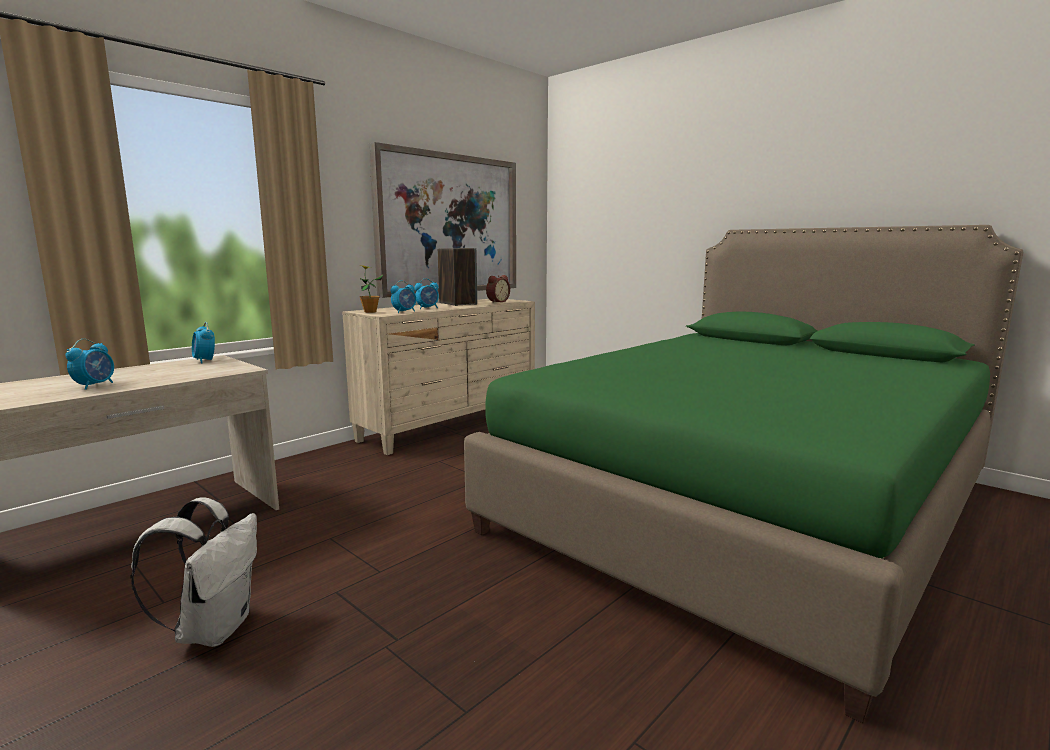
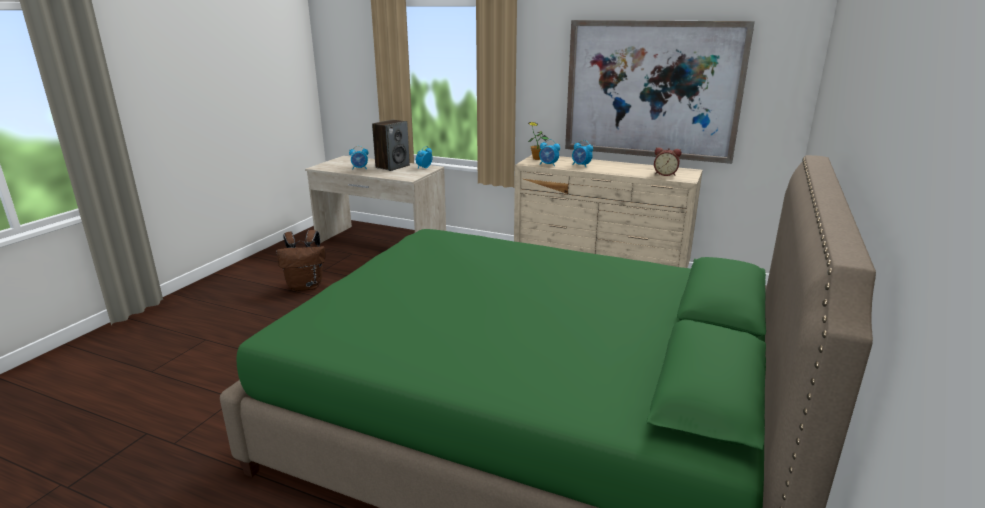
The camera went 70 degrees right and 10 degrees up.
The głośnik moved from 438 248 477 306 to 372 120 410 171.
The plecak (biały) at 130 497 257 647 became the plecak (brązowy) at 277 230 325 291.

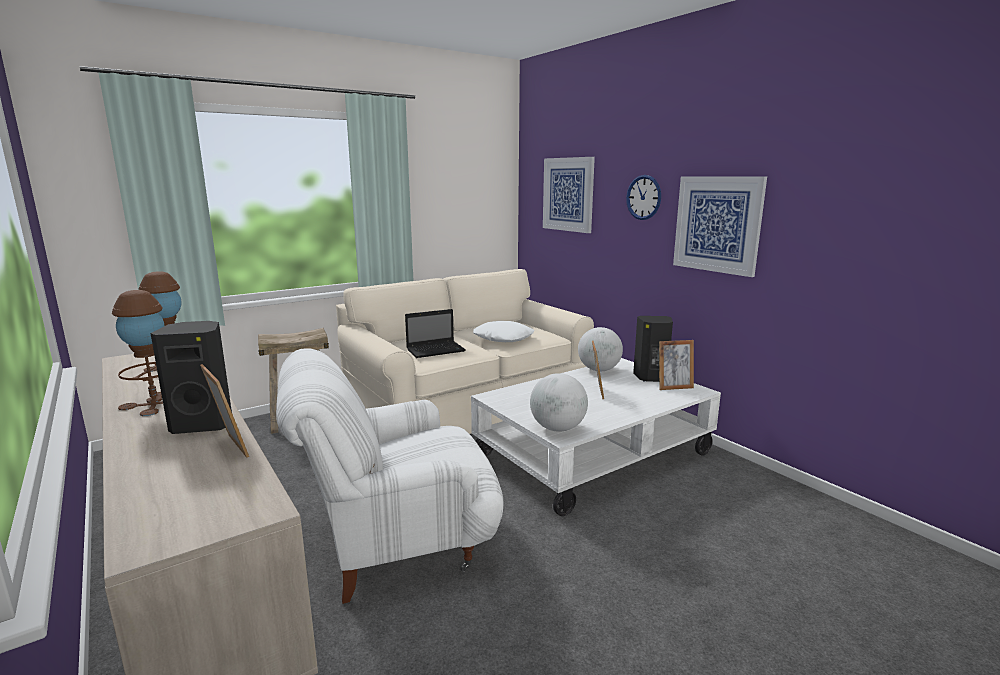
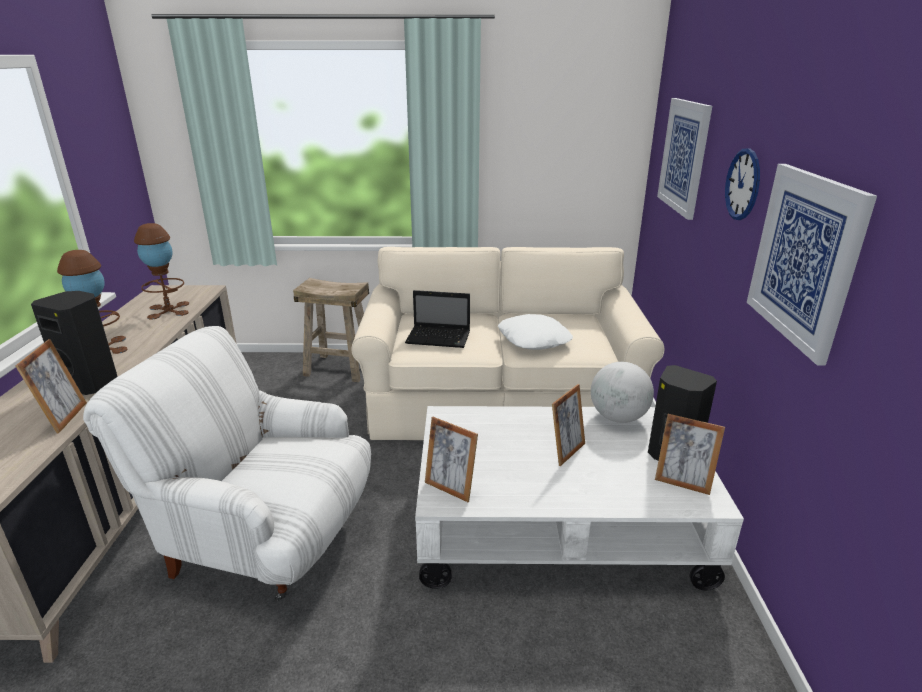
The camera went 35 degrees right and 10 degrees up.
The globus at 530 373 588 432 was replaced by the ramka na zdjęcie at 425 417 478 502.

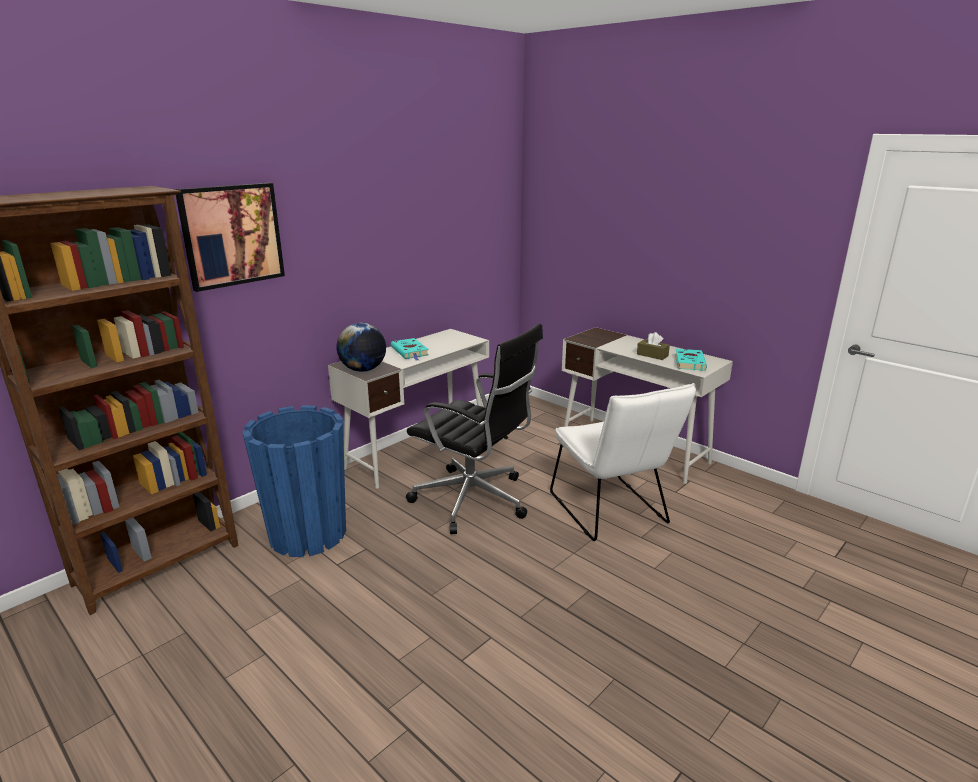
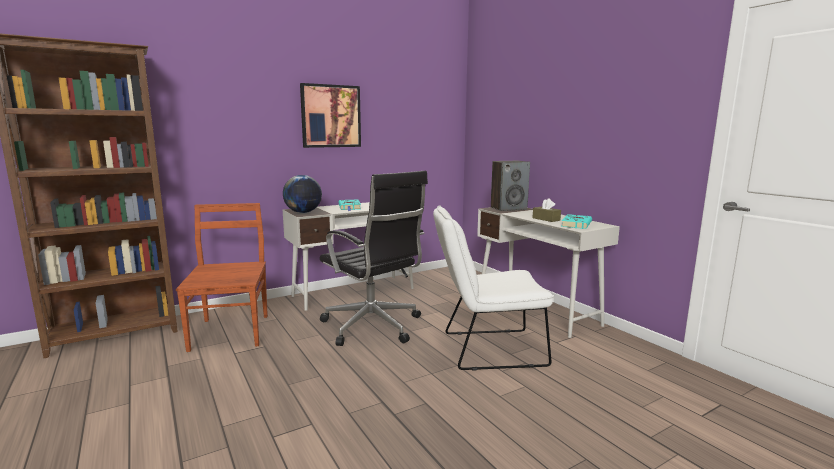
The camera went 15 degrees right and 10 degrees down.
The głośnik at 491 161 530 211 appeared.
The obraz moved from 175 183 285 292 to 300 83 361 148.
The donica (niebieski) at 242 405 346 557 was replaced by the krzesło (brązowy) at 176 203 268 352.
The krzesło (biały) at 550 383 696 541 turned 90 degrees clockwise.

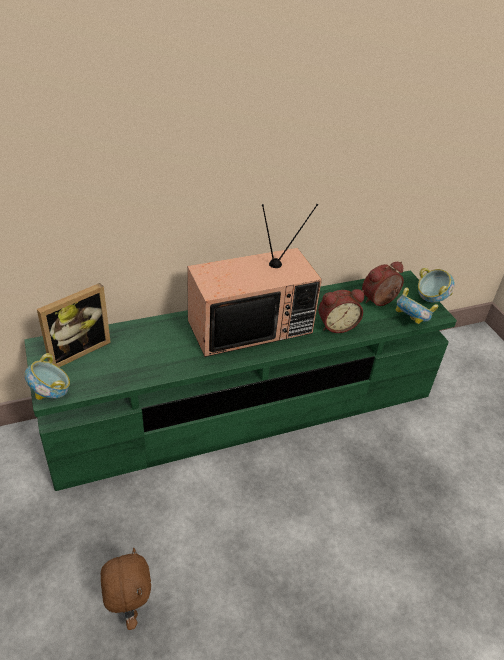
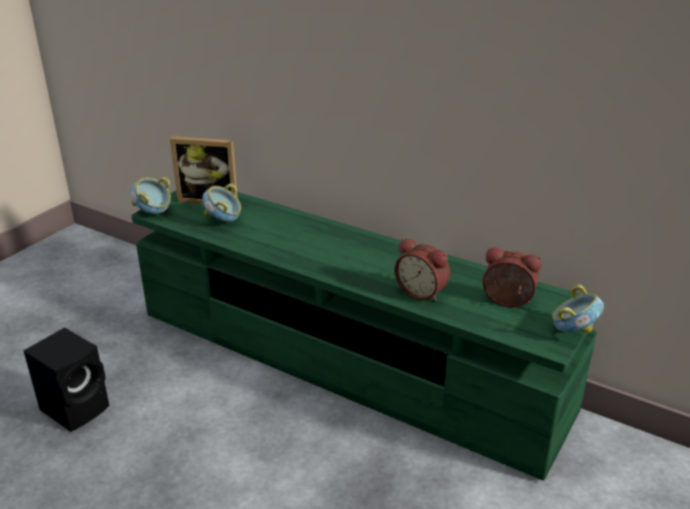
The camera went 55 degrees right and 10 degrees down.
The telewizor at 187 204 322 357 disappeared.
The miska moved from 396 287 438 324 to 202 184 241 222.
The pluszak (brązowy) at 101 548 151 630 was replaced by the głośnik (czarny) at 24 327 109 432.

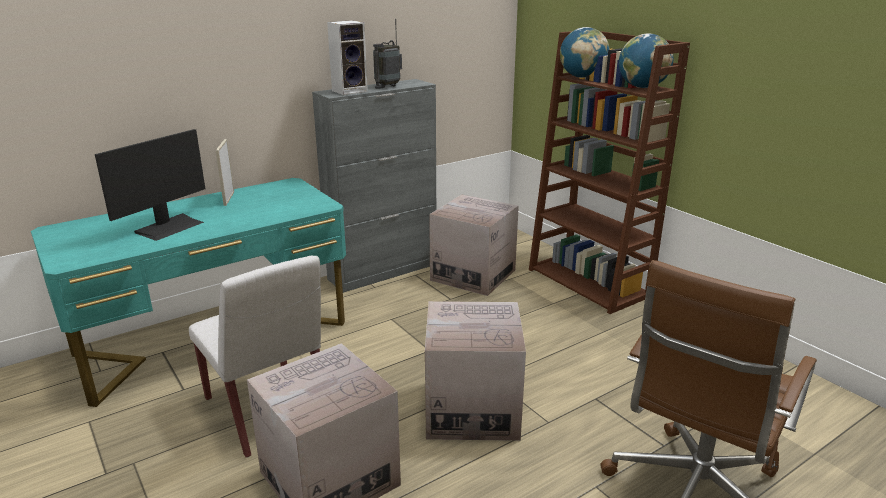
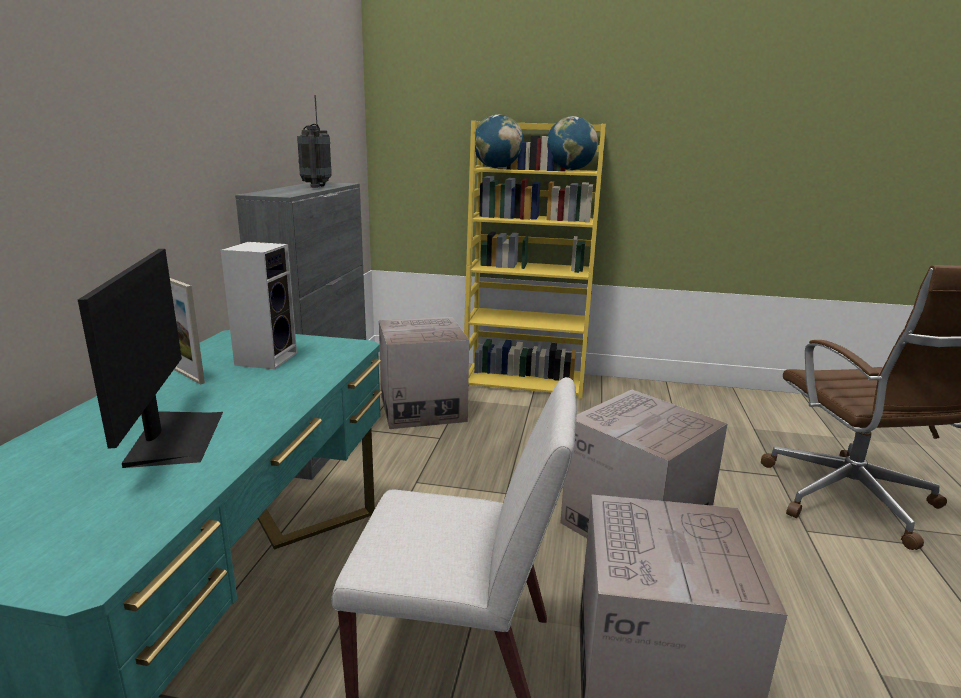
The camera went 45 degrees left and 5 degrees down.
The głośnik moved from 327 20 368 95 to 221 242 297 369.
The regał (brązowy) at 529 31 690 314 became the regał (żółty) at 464 121 606 399.

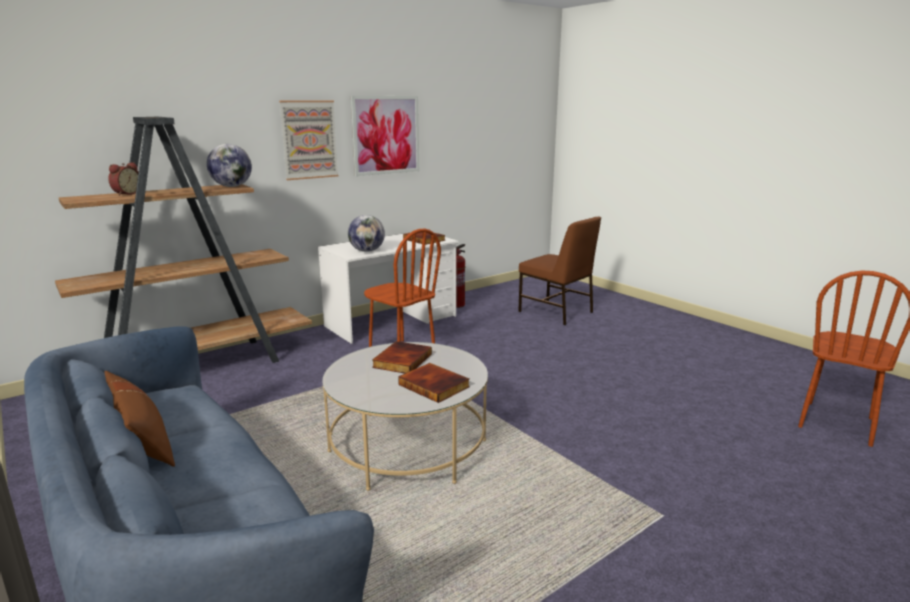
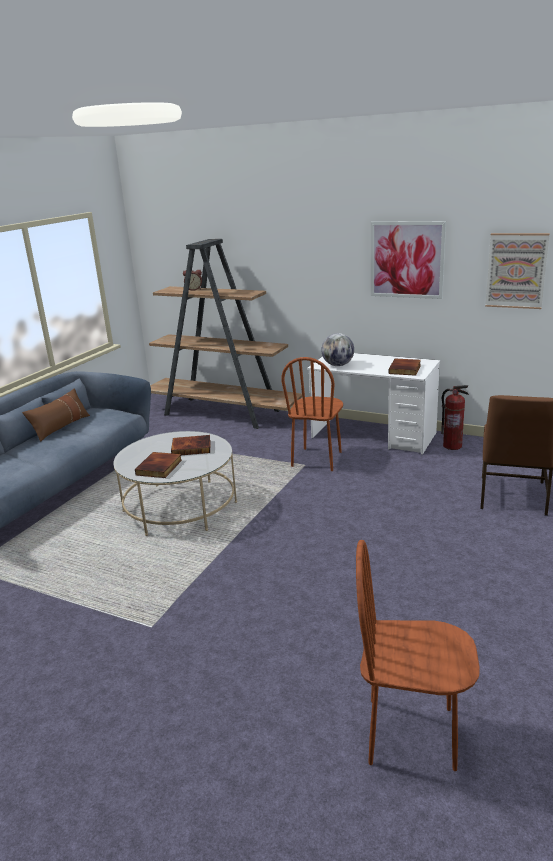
The camera went 65 degrees right and 5 degrees up.
The globus at 207 144 252 187 disappeared.
The obraz moved from 279 101 339 180 to 485 233 550 309.

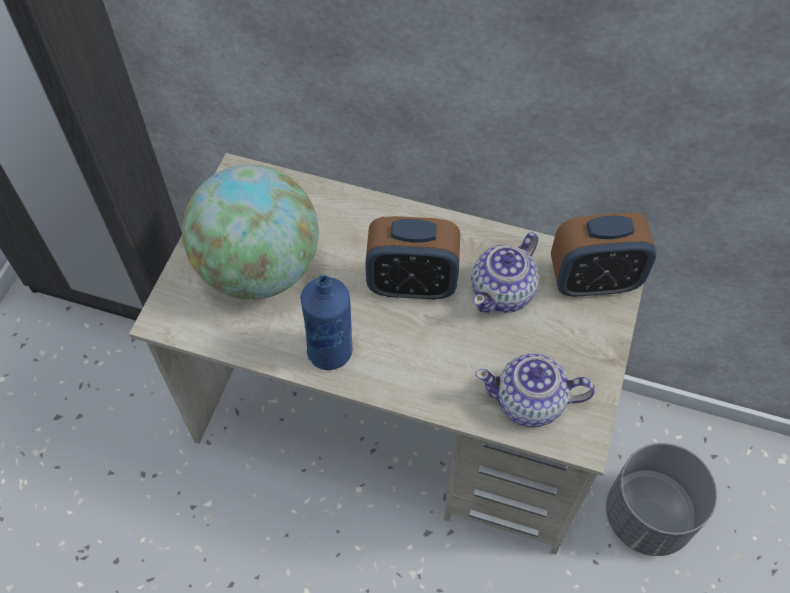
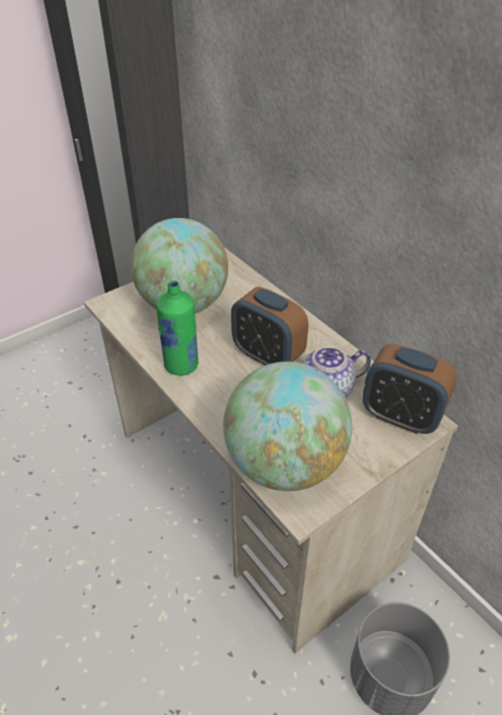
The camera went 35 degrees right and 15 degrees down.
The imbryk at 475 354 595 427 was replaced by the globus at 223 362 352 491.
The butelka (niebieski) at 300 275 352 370 became the butelka (zielony) at 157 281 198 376.

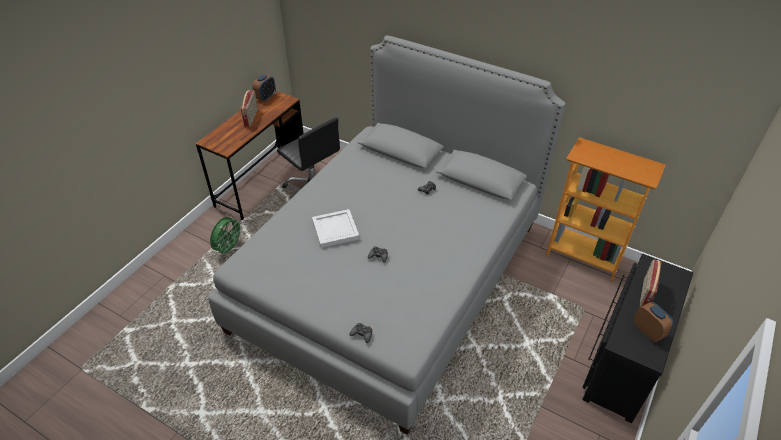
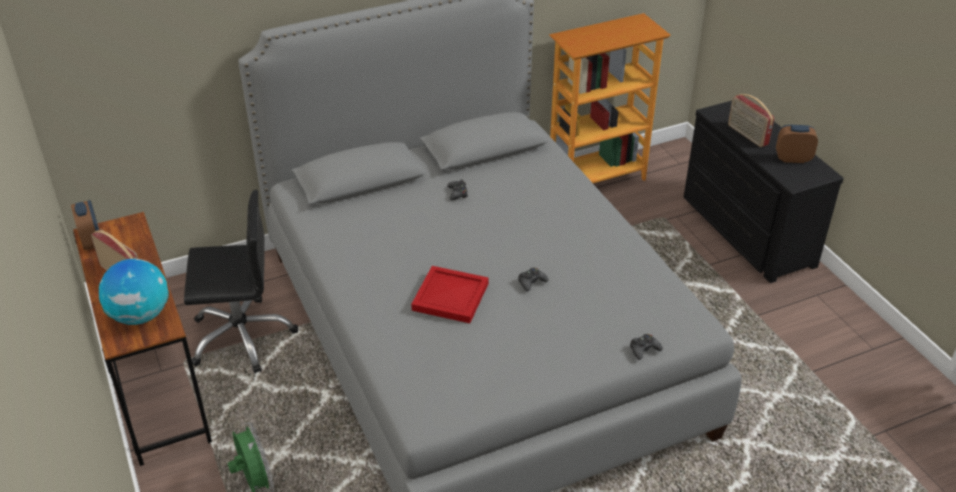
The camera went 55 degrees left and 5 degrees down.
The globus at 99 259 169 325 appeared.
The taca (biały) at 312 209 359 248 became the taca (czerwony) at 411 266 488 323.

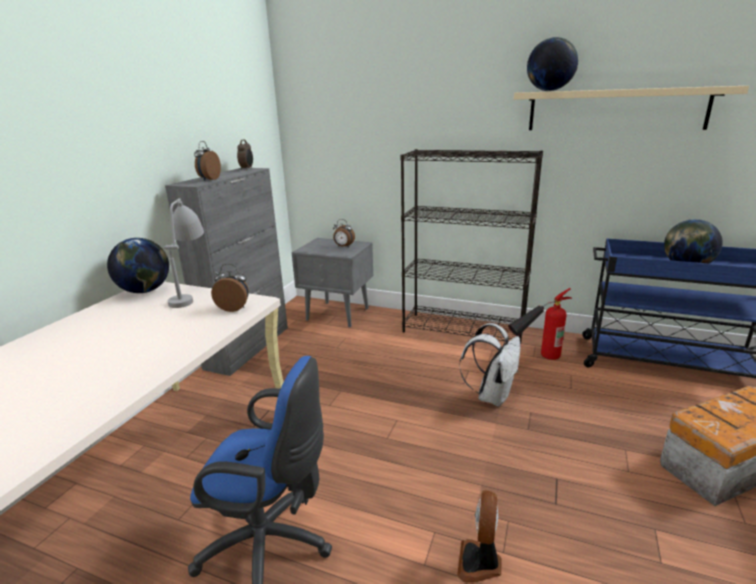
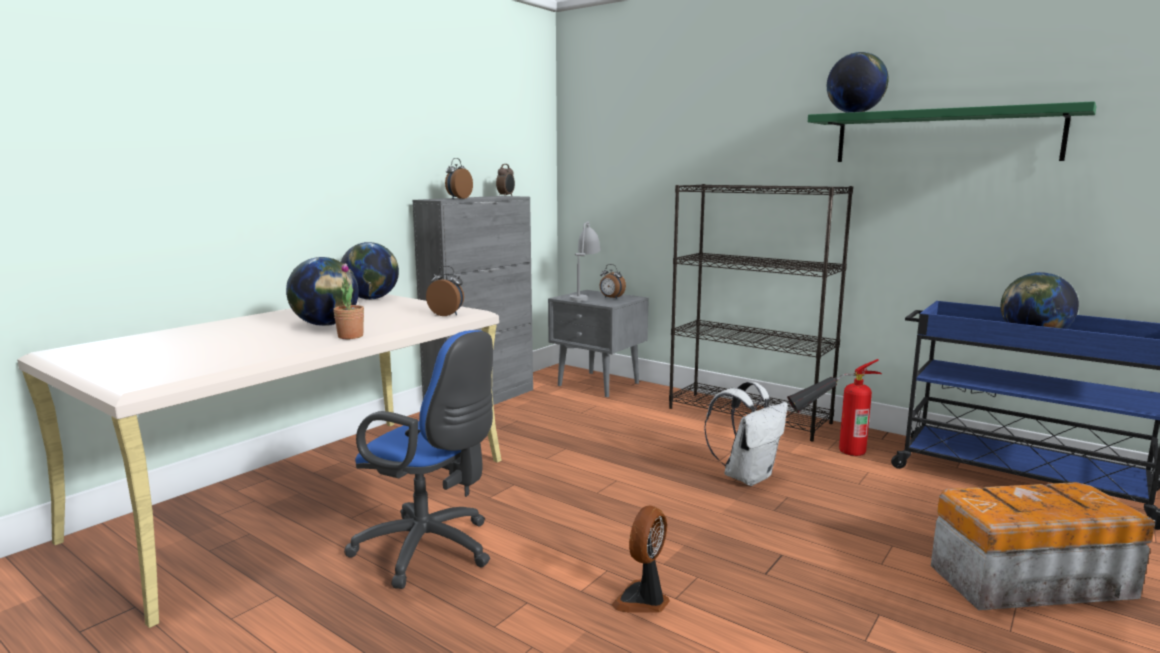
The camera went 15 degrees right and 10 degrees down.
The globus at 286 257 359 326 appeared.
The roślina doniczkowa at 333 263 364 339 appeared.
The lampa stołowa (szary) moved from 164 198 204 308 to 570 221 601 302.
The półka (beżowy) at 514 86 749 130 became the półka (zielony) at 808 101 1096 162.

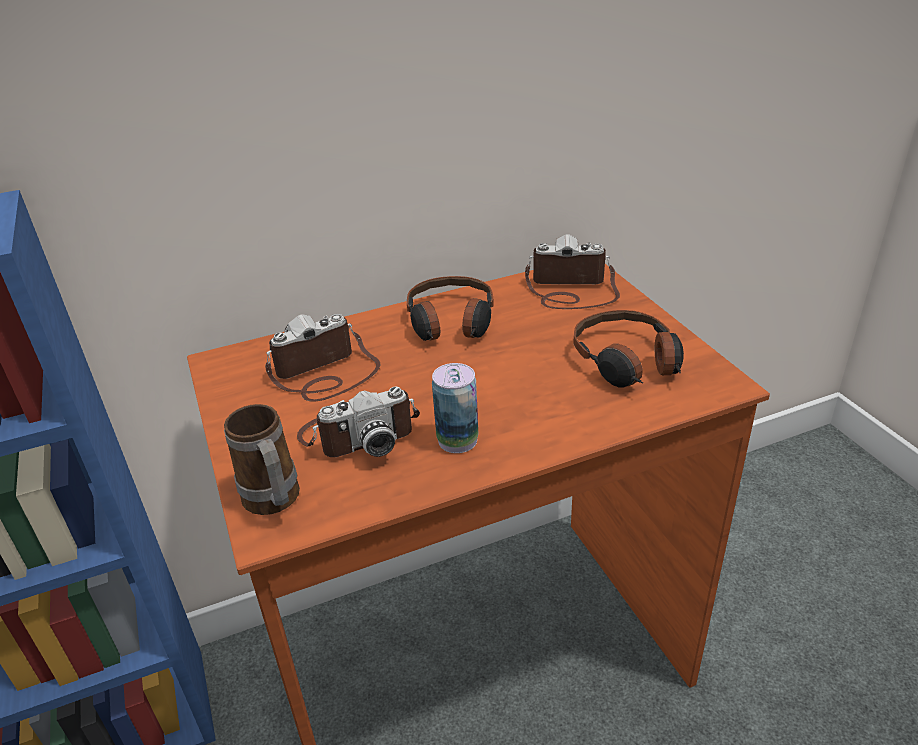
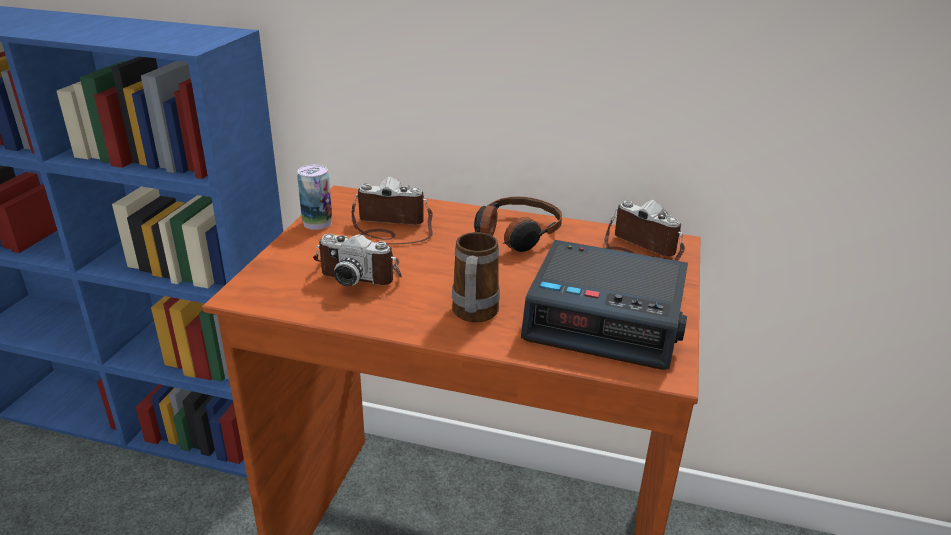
The camera went 35 degrees right and 5 degrees down.
The kubek moved from 224 404 300 515 to 452 232 500 322.
The puszka moved from 432 363 478 453 to 297 165 332 230.
The słuchawki at 573 310 684 388 was replaced by the budzik at 521 240 688 370.

